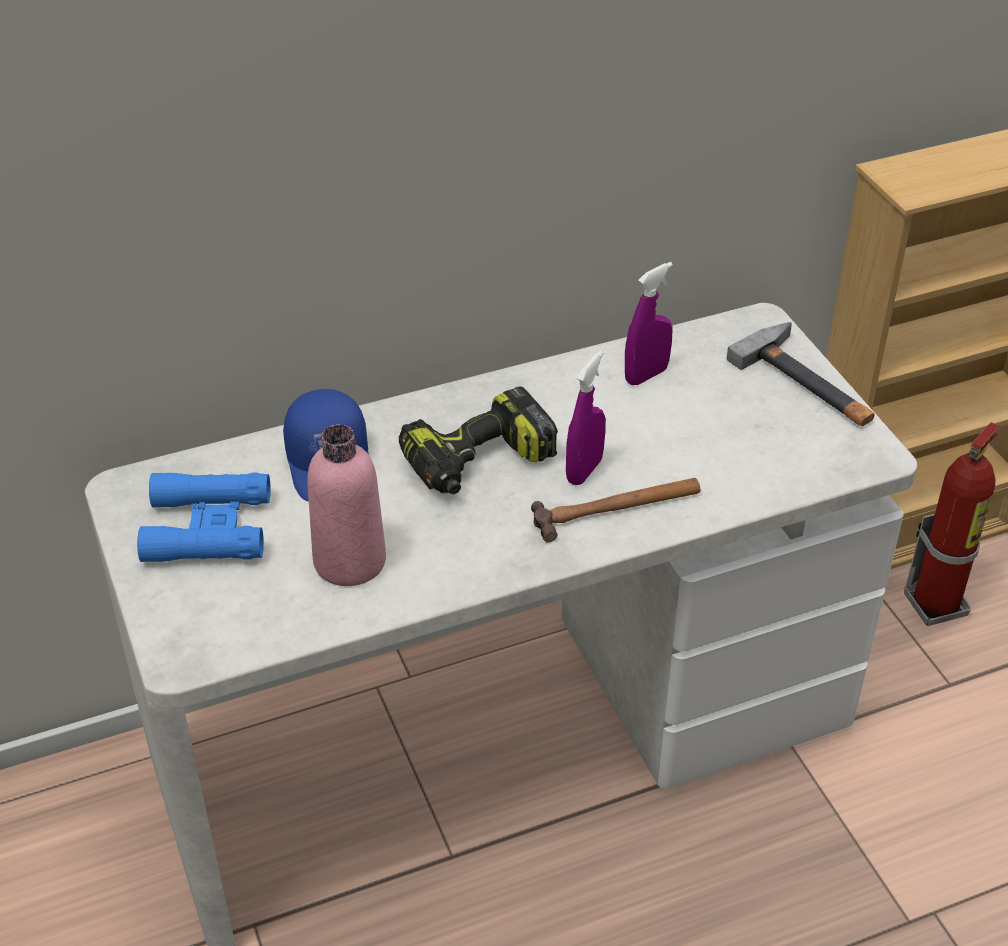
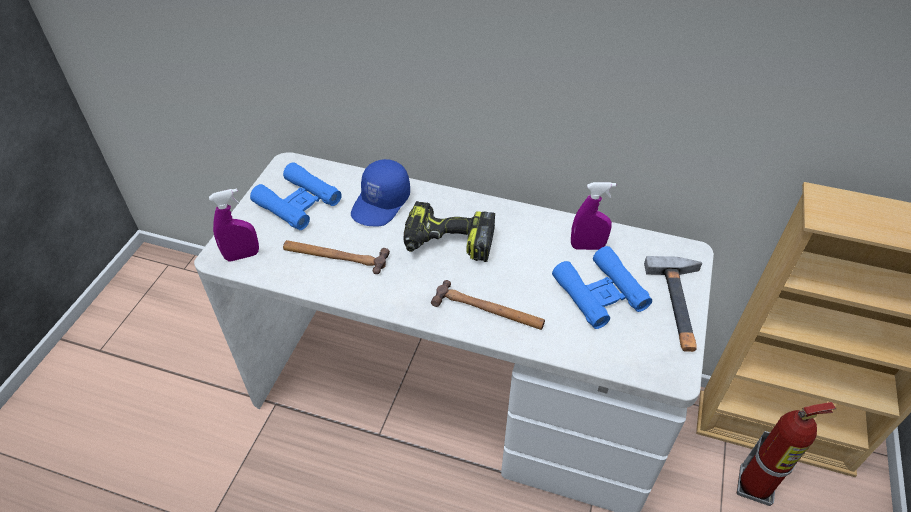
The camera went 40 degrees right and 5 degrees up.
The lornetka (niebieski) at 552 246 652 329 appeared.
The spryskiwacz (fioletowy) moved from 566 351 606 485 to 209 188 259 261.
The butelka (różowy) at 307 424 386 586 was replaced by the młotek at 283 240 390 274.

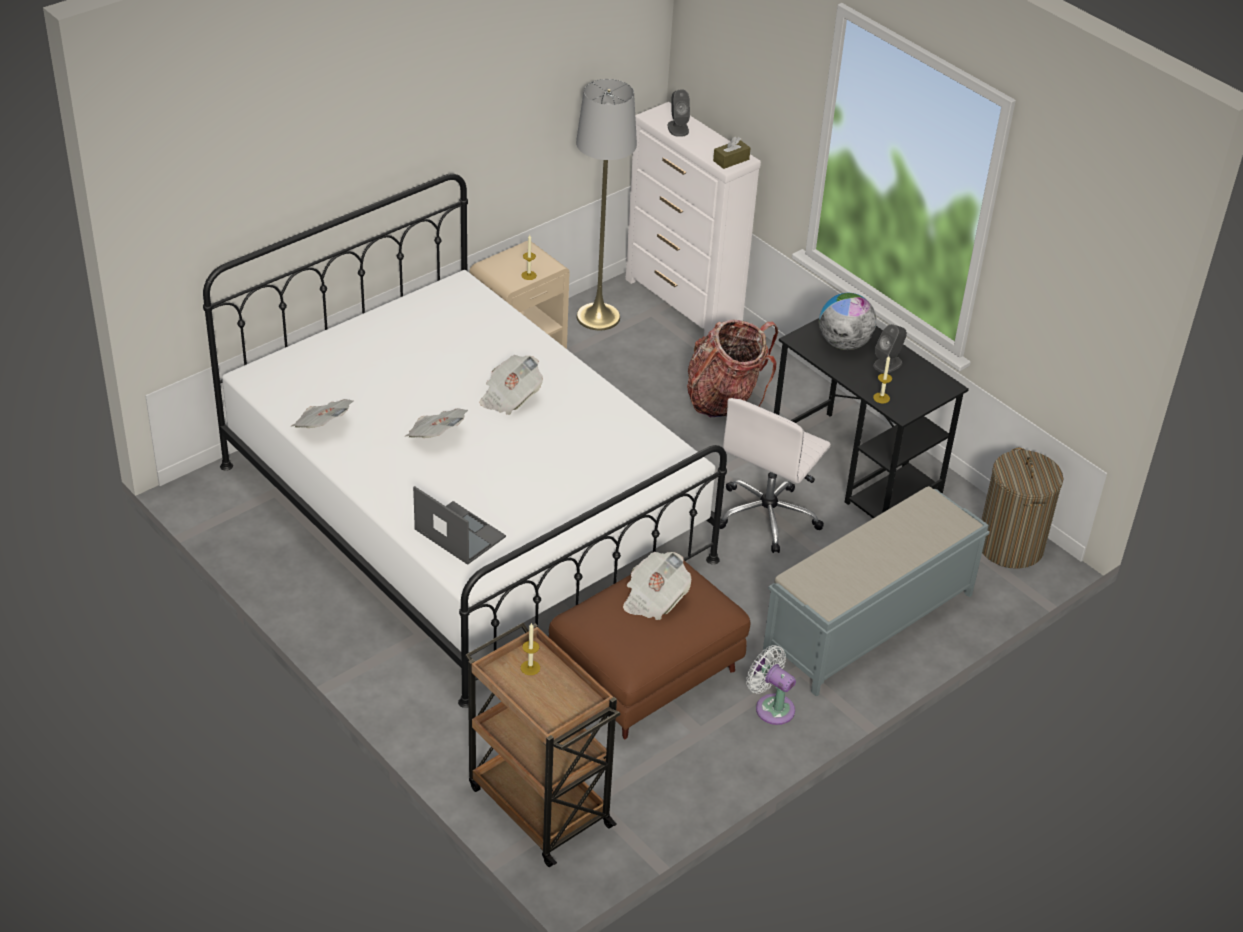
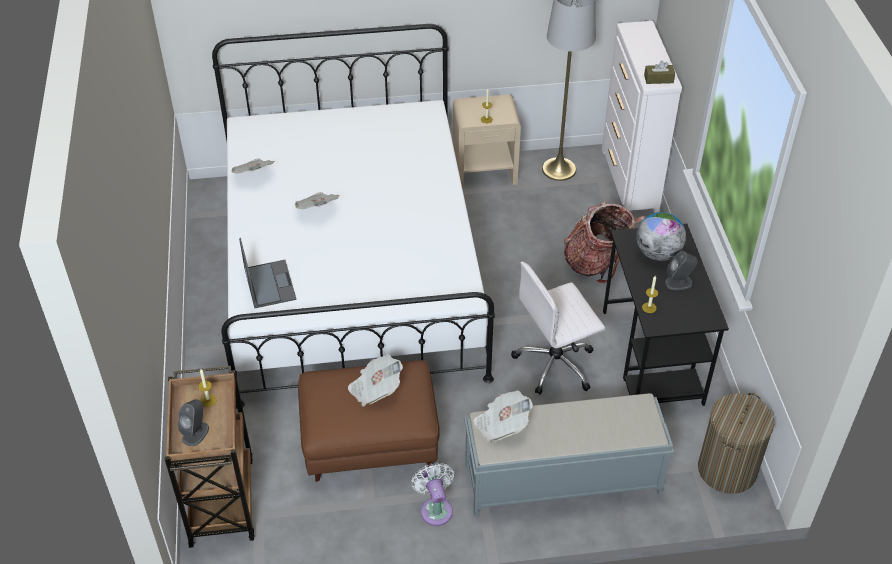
The camera went 35 degrees right and 5 degrees up.
The gazeta moved from 479 355 543 415 to 473 391 533 442.
The głośnik (szary) moved from 668 89 690 137 to 178 399 209 446.

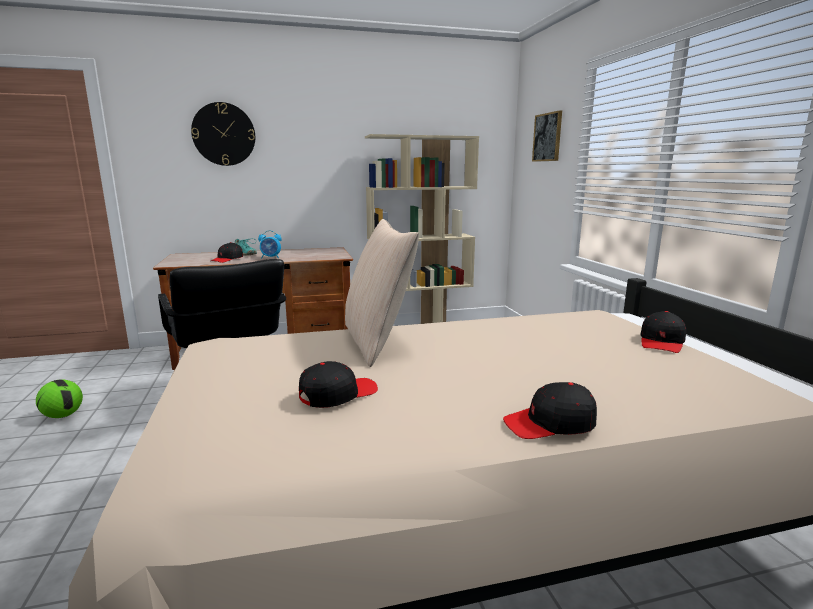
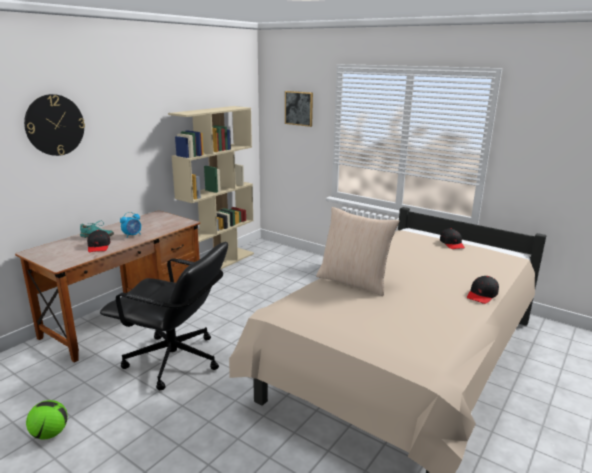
The camera went 40 degrees left and 5 degrees up.
The czapka z daszkiem (czarny) at 299 361 378 408 disappeared.

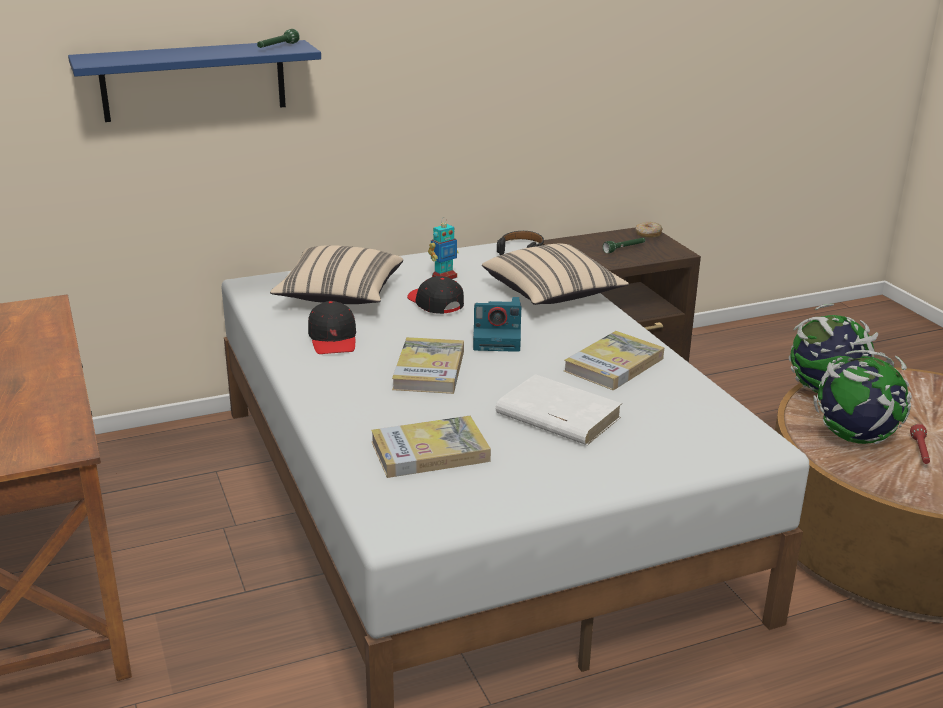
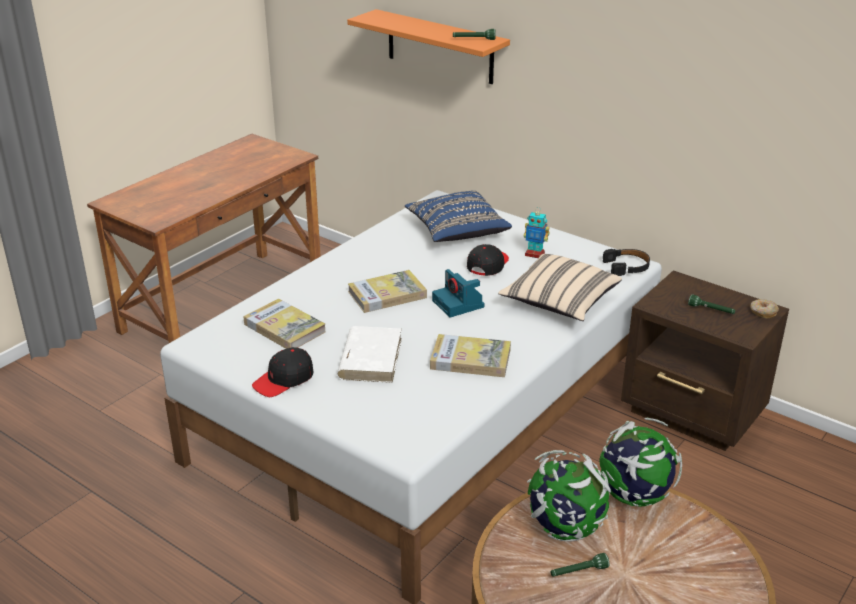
The camera went 60 degrees right and 5 degrees up.
The czapka z daszkiem (czarny) moved from 308 301 356 354 to 252 347 314 397.
The półka (niebieski) at 68 40 321 122 became the półka (pomarańczowy) at 347 9 510 84.
The poduszka (beżowy) at 270 245 403 304 became the poduszka (niebieski) at 405 191 512 242.
The latarka (czerwony) at 910 424 930 464 became the latarka (zielony) at 551 553 609 577.

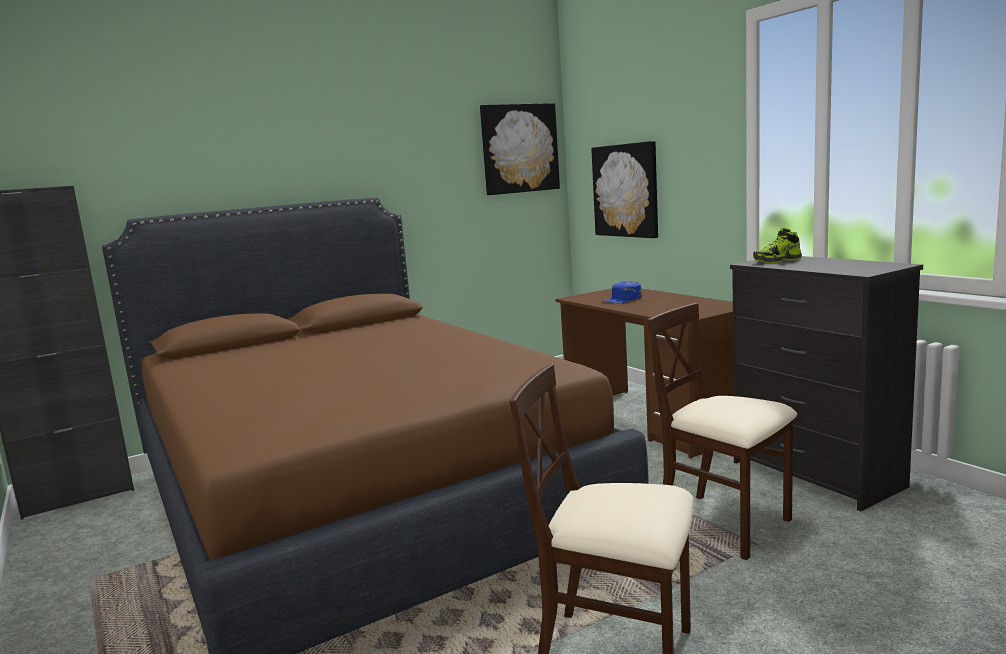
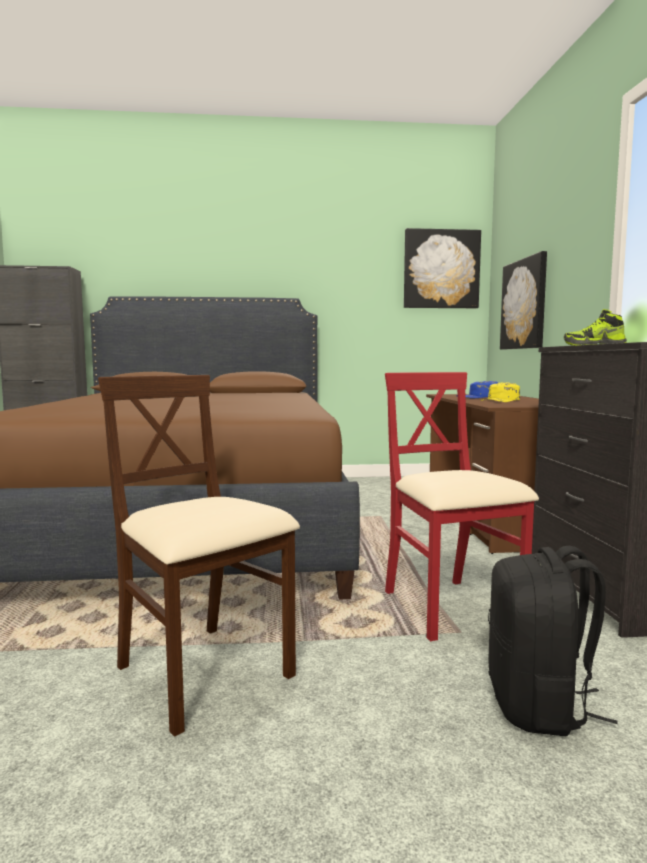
The camera went 25 degrees right and 5 degrees down.
The czapka z daszkiem (żółty) at 480 382 520 402 appeared.
The plecak (czarny) at 488 546 618 736 appeared.
The krzesło (beżowy) at 647 303 797 560 became the krzesło (czerwony) at 385 372 539 641.

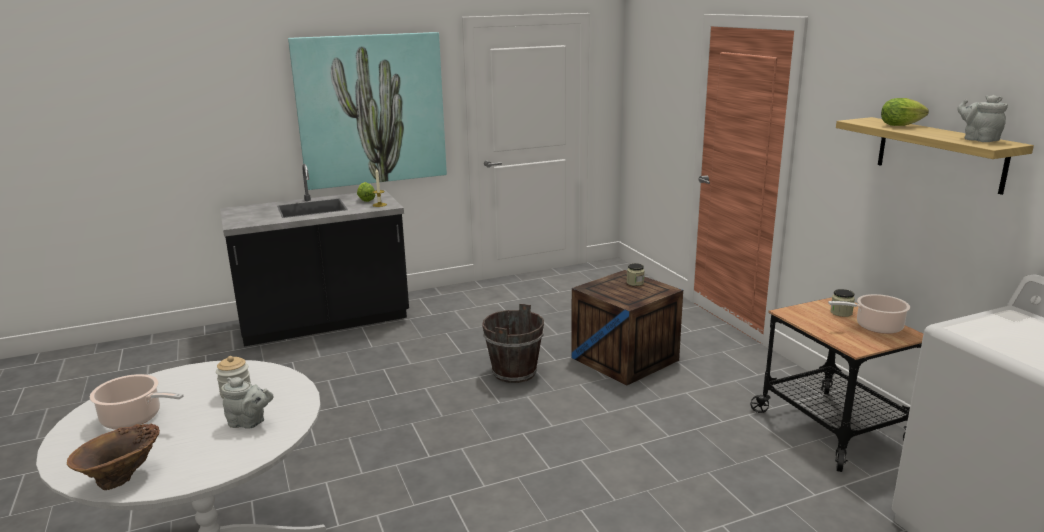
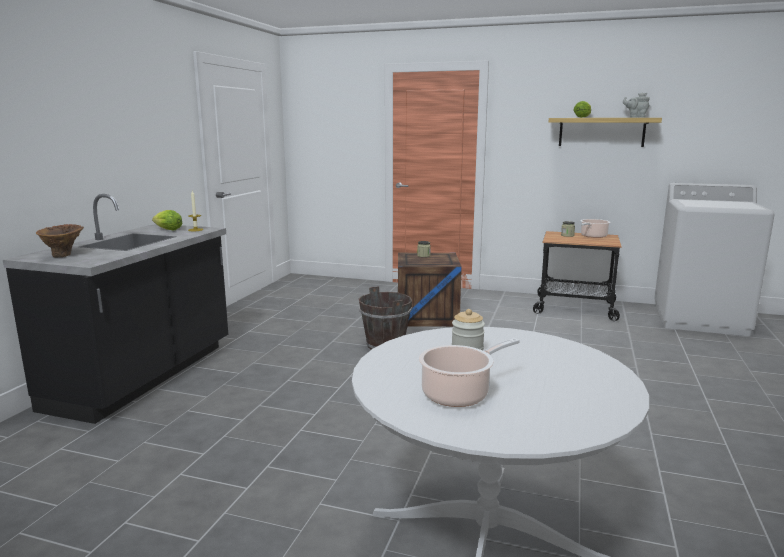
The camera went 50 degrees left and 5 degrees down.
The imbryk (szary) at 221 377 274 429 disappeared.
The obraz at 288 32 447 190 disappeared.
The wazon (brązowy) moved from 67 424 160 490 to 36 224 84 257.

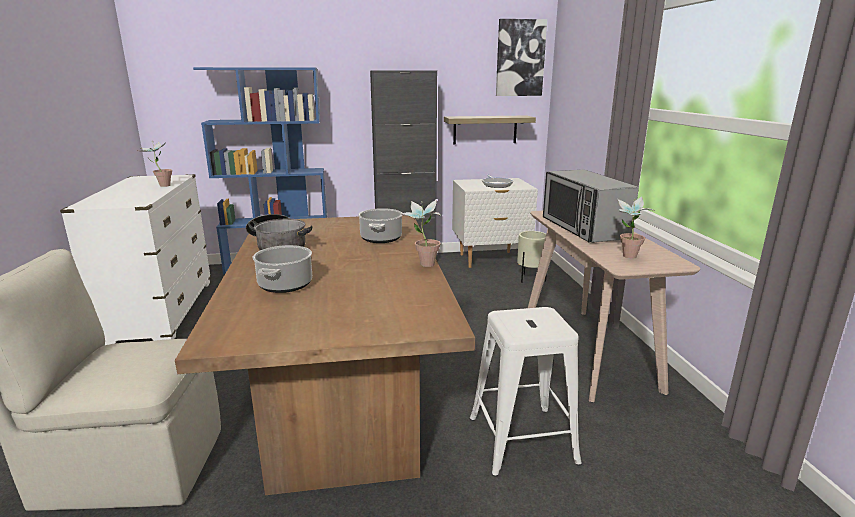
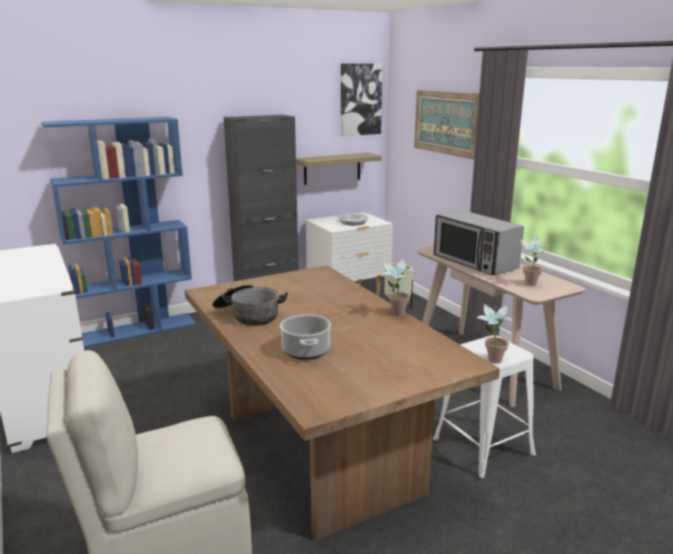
The camera went 20 degrees left and 0 degrees up.
The garnek at 358 208 402 243 disappeared.
The obraz at 414 90 479 159 appeared.
The roślina doniczkowa moved from 138 141 172 187 to 477 304 514 364.

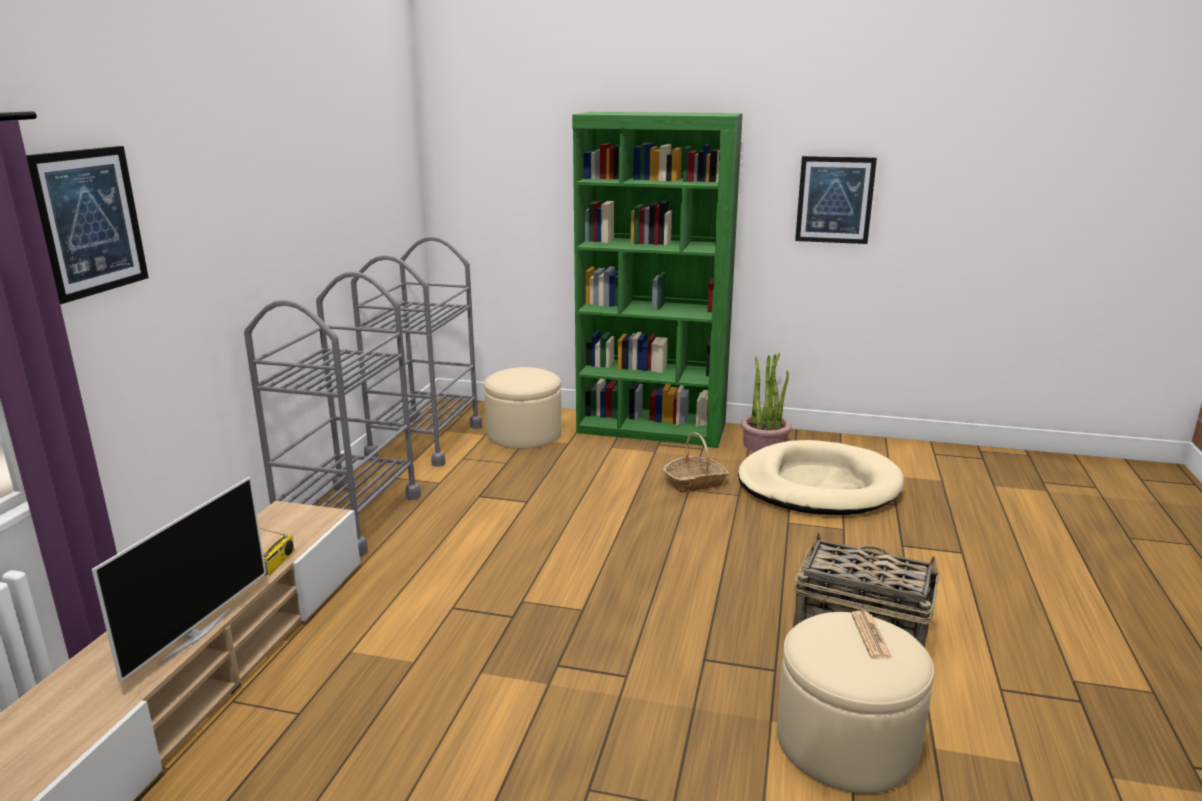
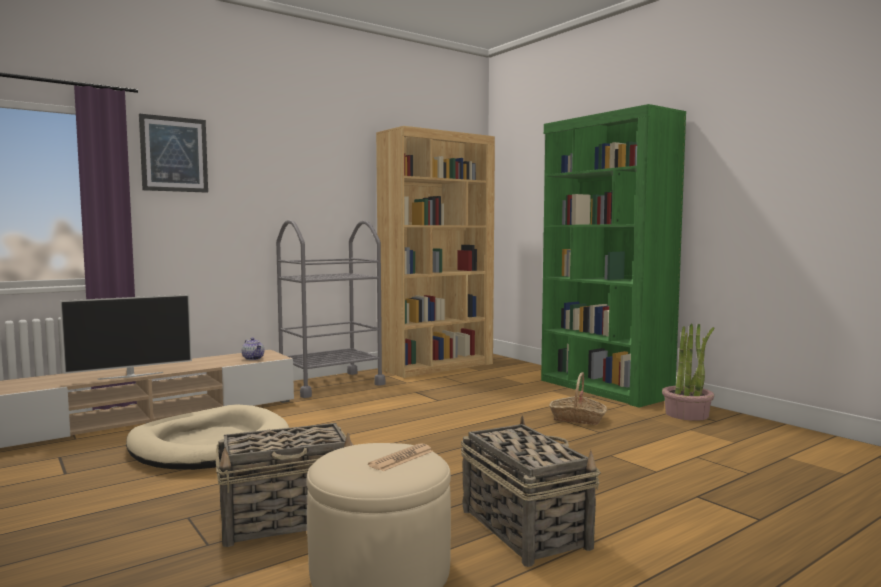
The camera went 40 degrees right and 15 degrees down.
The radio at 260 528 294 575 disappeared.
The pufa (beżowy) at 484 367 562 449 disappeared.
The obraz at 795 156 877 244 disappeared.
The koszyk at 216 423 353 547 appeared.
The imbryk at 242 338 264 360 appeared.
The legowisko (beżowy) moved from 738 440 904 515 to 126 404 289 470.
The wózek (szary) at 351 236 482 467 was replaced by the regał (brązowy) at 376 126 495 378.

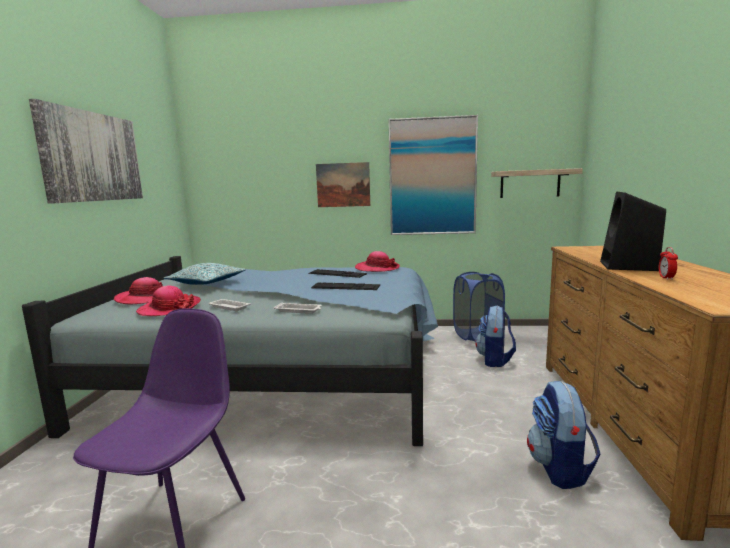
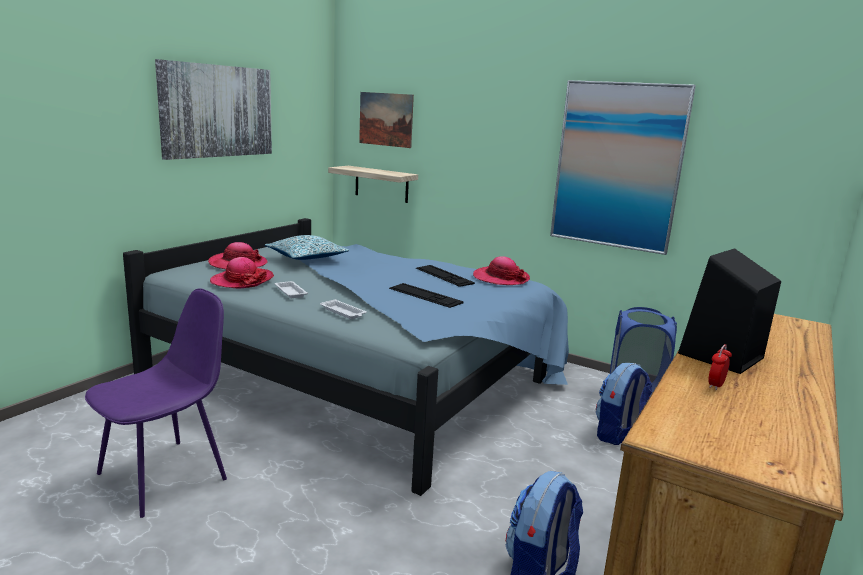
The camera went 25 degrees right and 5 degrees up.
The obraz moved from 316 162 370 207 to 359 92 414 148.
The półka moved from 491 168 583 198 to 328 166 418 203.

